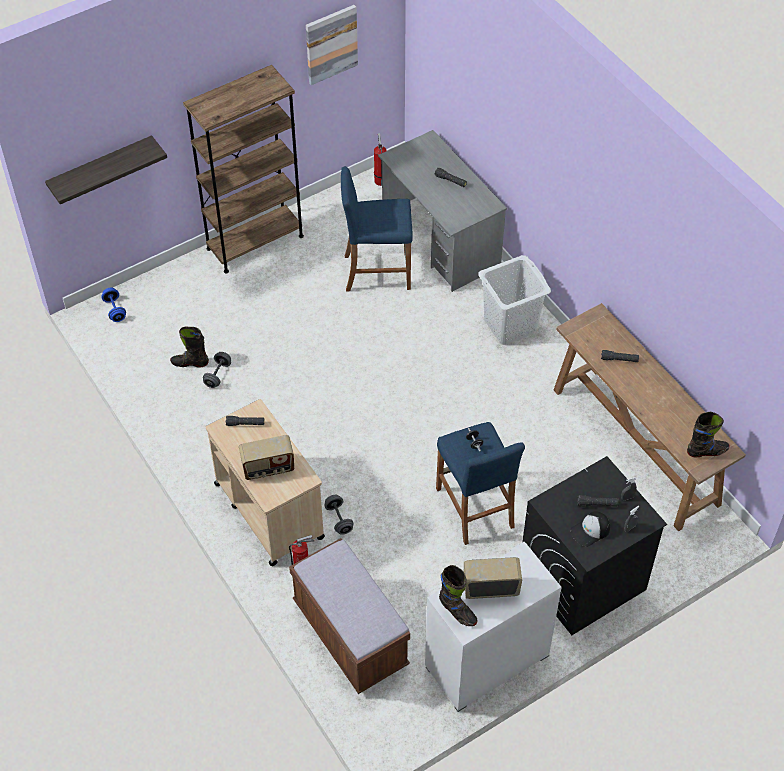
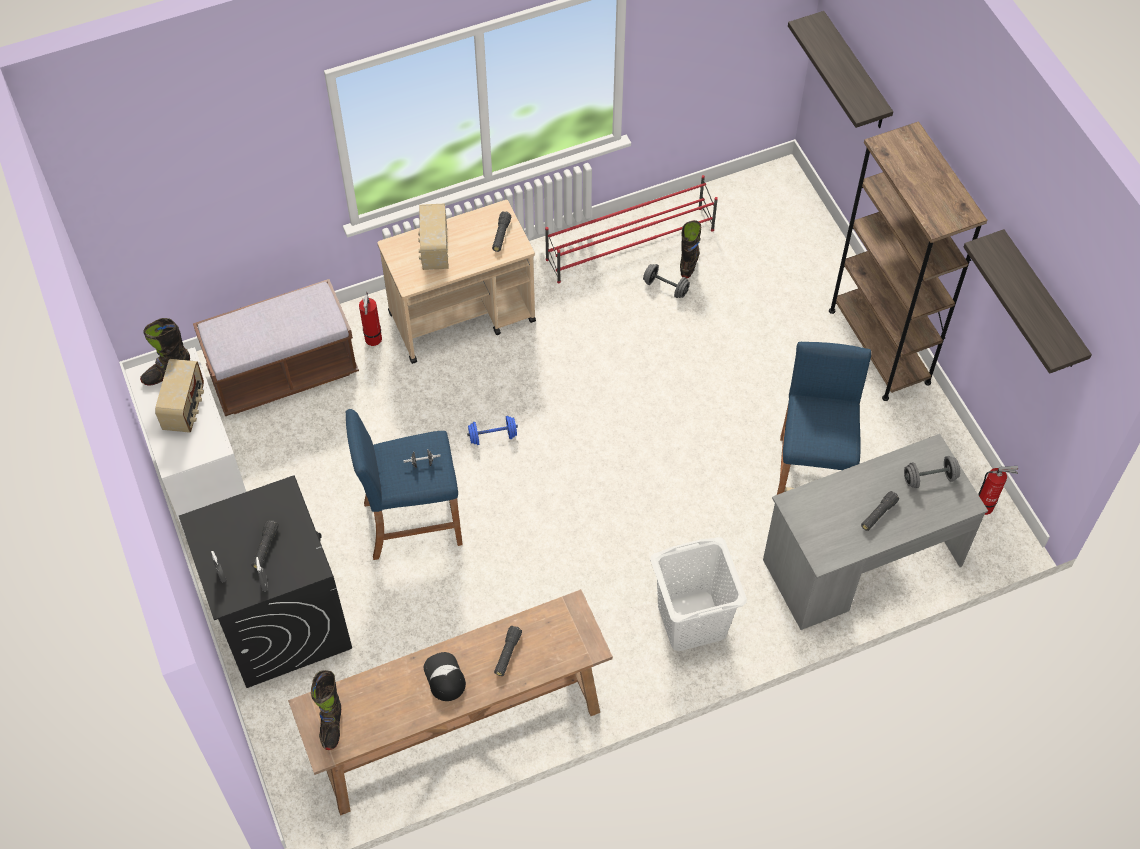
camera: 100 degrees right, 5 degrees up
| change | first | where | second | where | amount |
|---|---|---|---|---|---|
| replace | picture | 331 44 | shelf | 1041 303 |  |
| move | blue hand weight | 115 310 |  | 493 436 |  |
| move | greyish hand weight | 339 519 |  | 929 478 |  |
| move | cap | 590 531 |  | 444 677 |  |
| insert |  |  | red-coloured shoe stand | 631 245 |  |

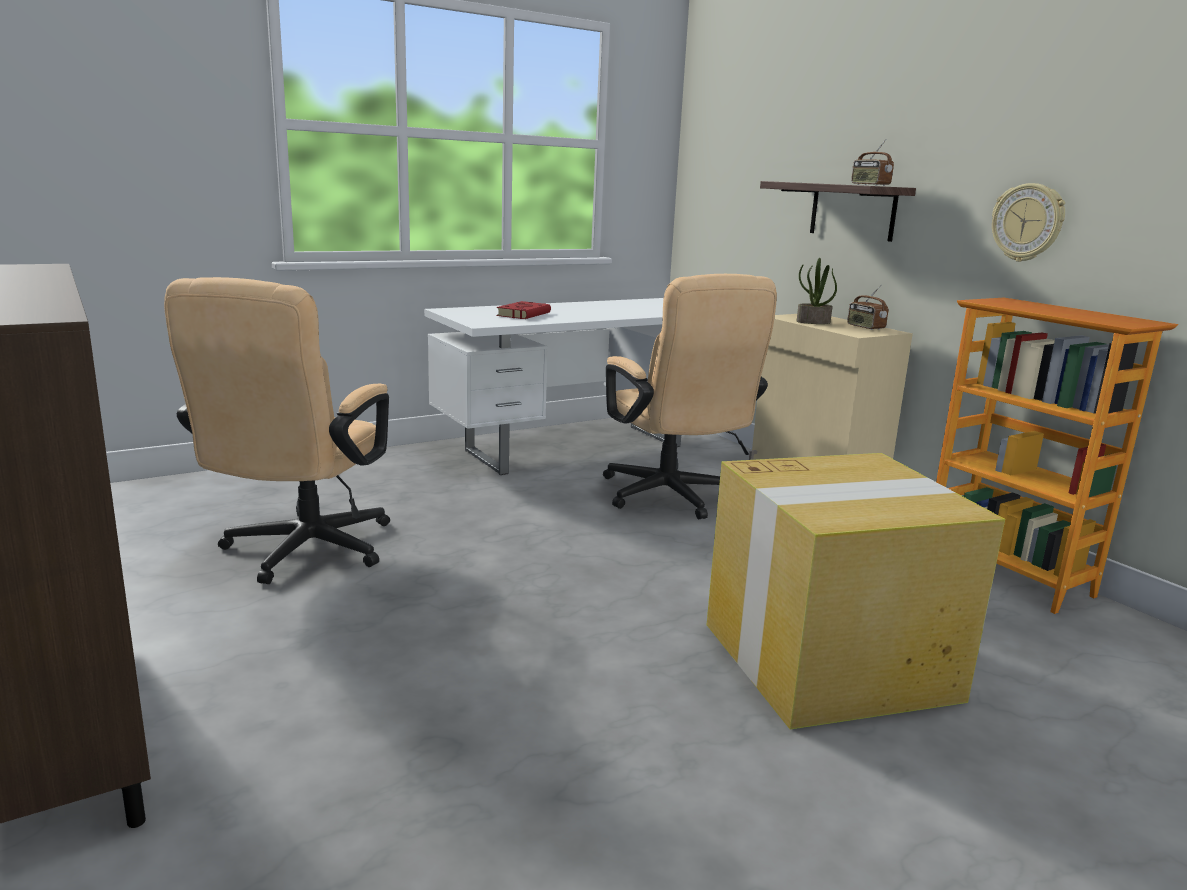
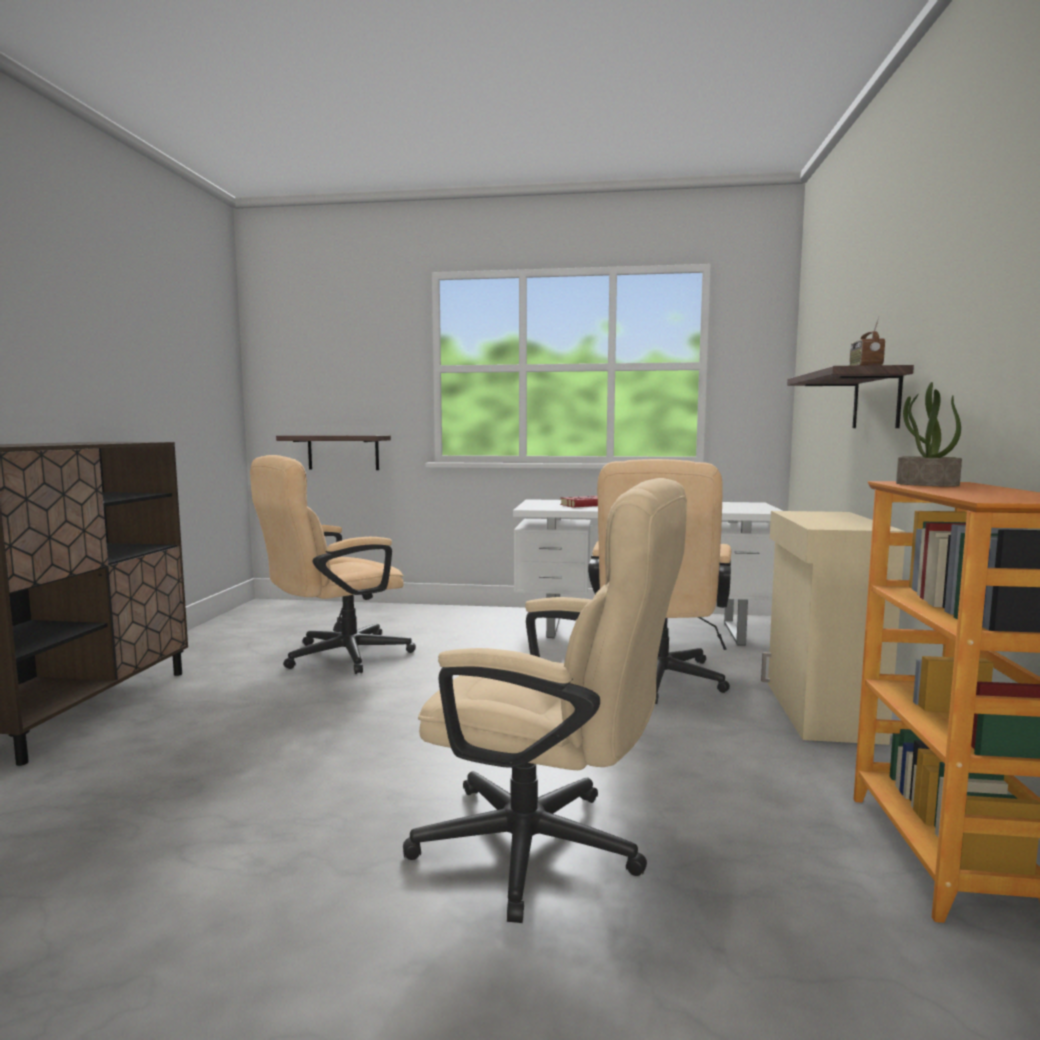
camera: 40 degrees right, 10 degrees down
| change | first | where | second | where | amount |
|---|---|---|---|---|---|
| delete | wall clock | 1027 222 |  |  |  |
| move | potted plant | 813 322 |  | 926 484 |  |
| delete | radio receiver | 865 327 |  |  |  |
| replace | cardboard box | 830 660 | sand-coloured desk chair | 548 850 |  |
| insert |  |  | shelf | 343 452 |  |

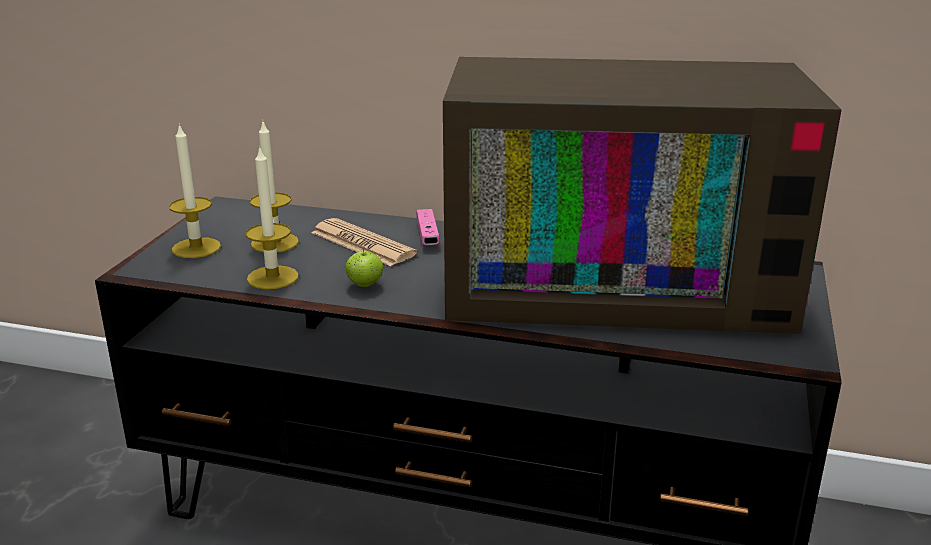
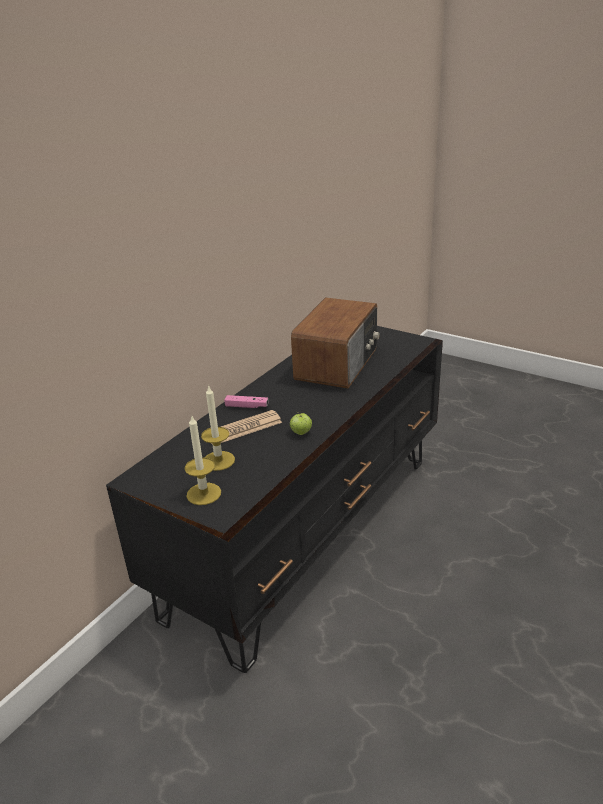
camera: 70 degrees left, 5 degrees up
| change | first | where | second | where | amount |
|---|---|---|---|---|---|
| replace | television | 618 282 | radio receiver | 338 364 |  |
| delete | candle | 272 277 |  |  |  |

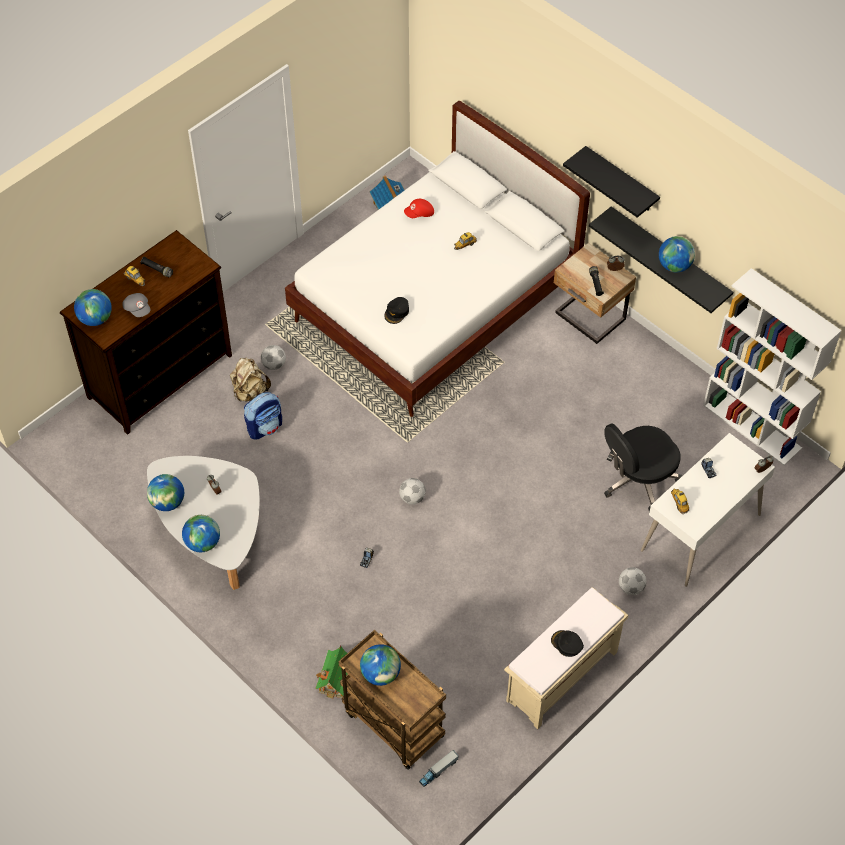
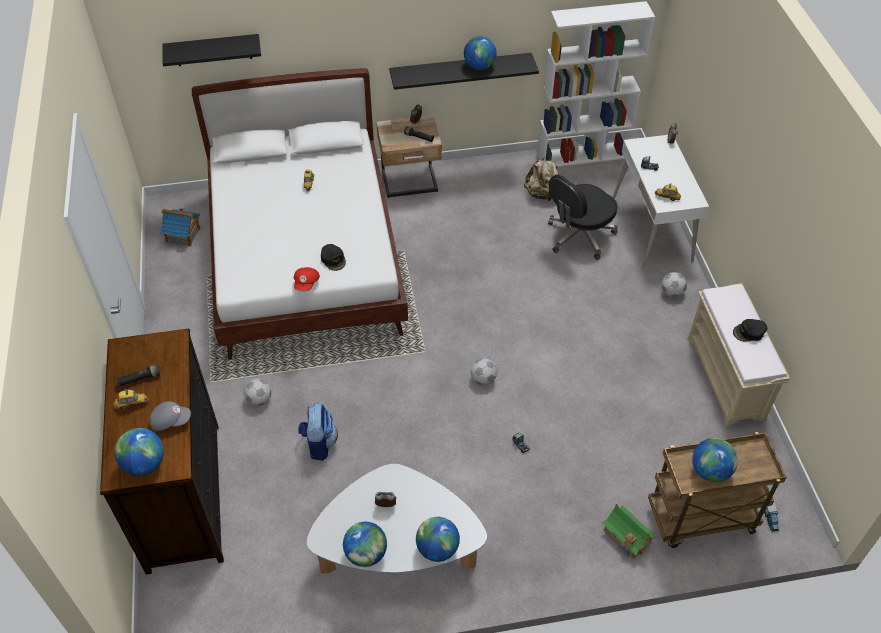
camera: 55 degrees left, 5 degrees down
| change | first | where | second | where | amount |
|---|---|---|---|---|---|
| move | blackish shelf | 621 180 |  | 213 50 |  |
| move | red-coloured cap | 419 214 |  | 307 283 |  |
| move | sand-coloured knapsack | 250 392 |  | 542 194 |  |
| rotate | blackish desk chair | 638 480 |  | 579 236 | 45 degrees clockwise |

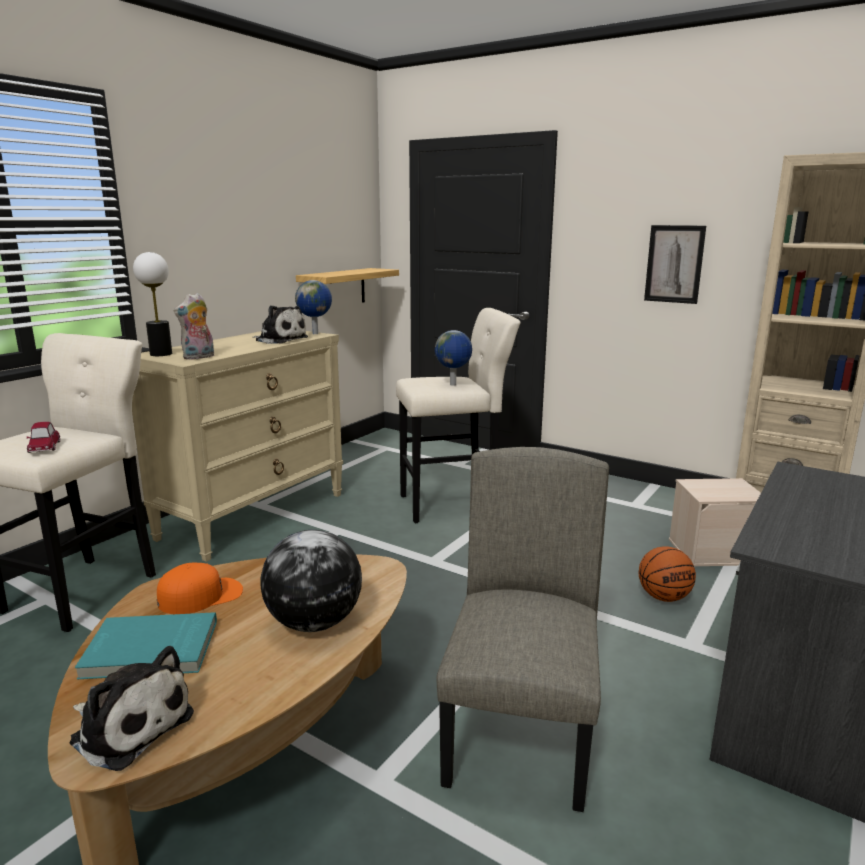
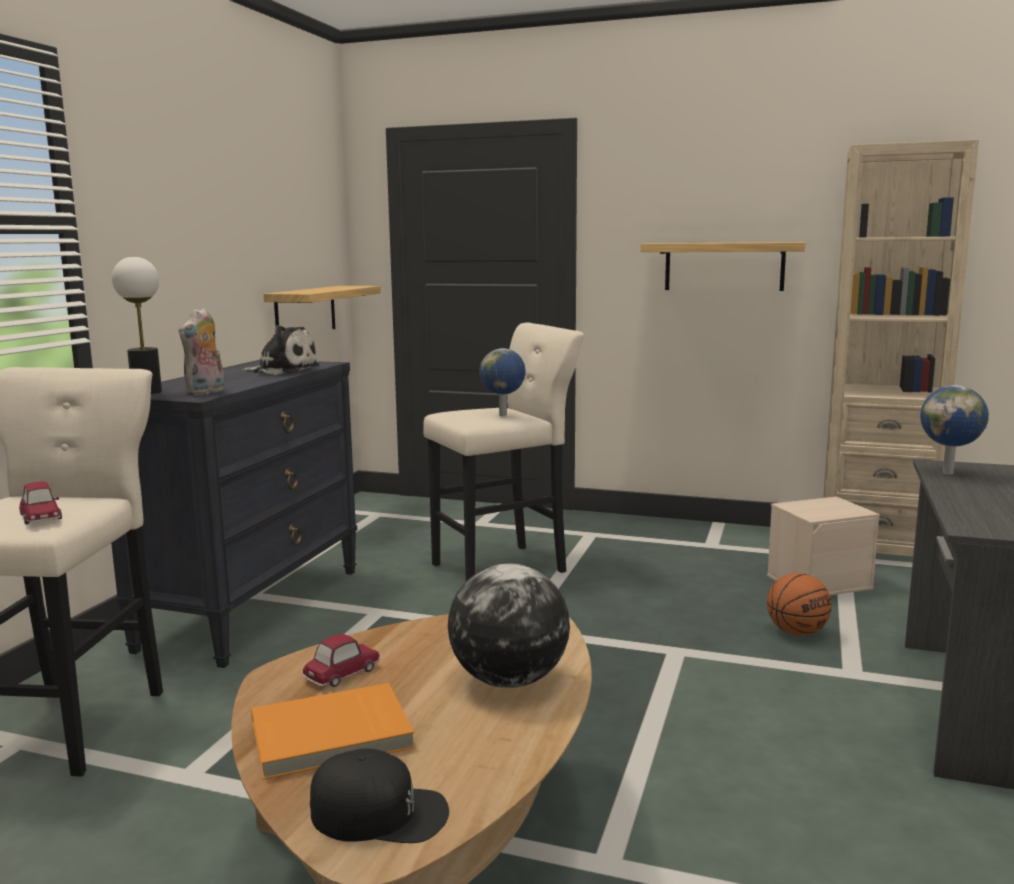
camera: 15 degrees left, 5 degrees down
| change | first | where | second | where | amount |
|---|---|---|---|---|---|
| replace | picture | 674 264 | shelf | 724 266 |  |
| move | desk globe | 316 333 |  | 949 473 |  |
| recolor | sand-coloured dresser | 254 515 | blackish dresser | 253 607 |  |
| delete | sand-coloured chair | 521 738 |  |  |  |
| replace | orange cap | 201 596 | model car | 342 673 |  |
| recolor | turquoise book | 150 650 | orange book | 331 736 |  |
| replace | plush toy | 129 726 | blackish cap | 380 812 |  |

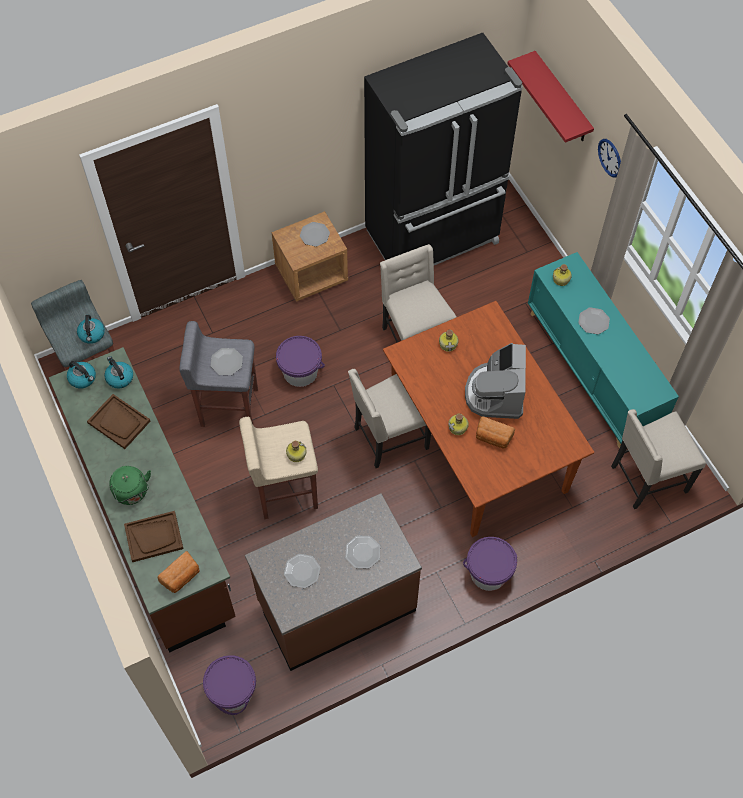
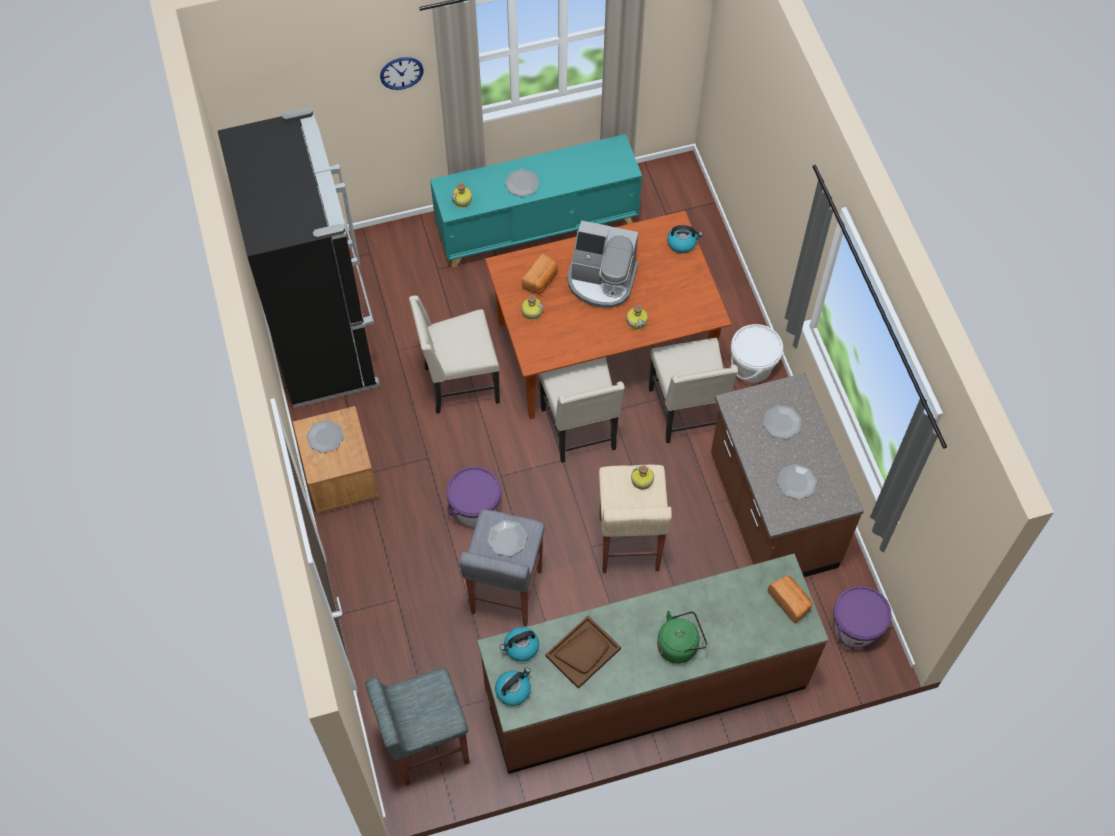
camera: 80 degrees left, 0 degrees up
| change | first | where | second | where | amount |
|---|---|---|---|---|---|
| delete | red-coloured shelf | 562 99 |  |  |  |
| move | tea kettle | 92 334 |  | 682 243 |  |
| move | sand-coloured chair | 647 479 |  | 686 412 |  |
| move | bread | 493 438 |  | 541 280 |  |
| delete | brown carrying tray | 154 537 |  |  |  |
| recolor | purple-coloured bucket | 488 573 | white-coloured bucket | 752 365 |  |

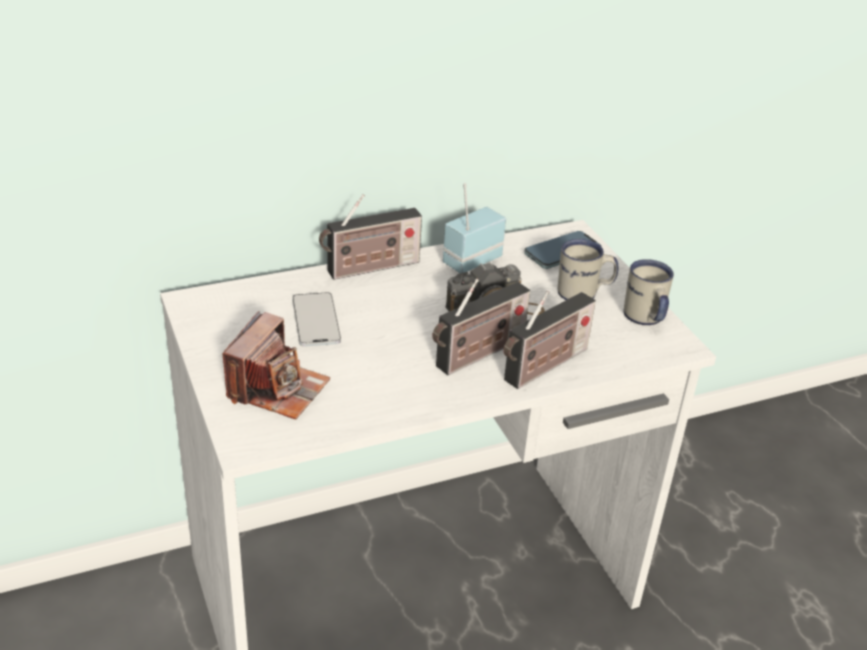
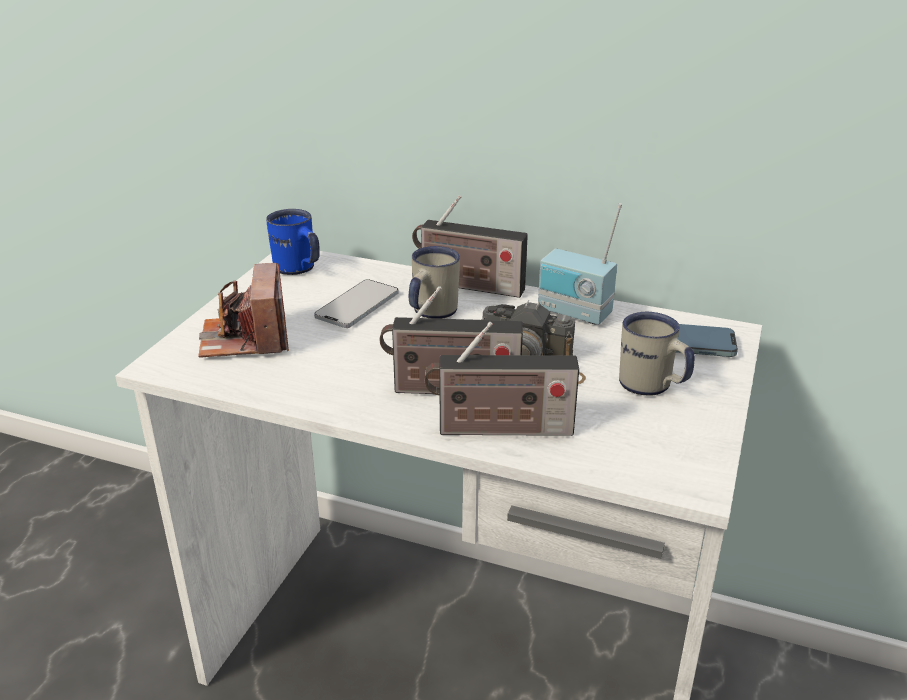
camera: 45 degrees right, 5 degrees down
| change | first | where | second | where | amount |
|---|---|---|---|---|---|
| rotate | radio receiver | 470 260 |  | 573 314 | 150 degrees counterclockwise |
| move | white-coloured coffee mug | 645 319 |  | 430 313 |  |
| rotate | still camera | 277 389 |  | 246 339 | 105 degrees clockwise |
| insert |  |  | blue coffee mug | 298 270 |  |

